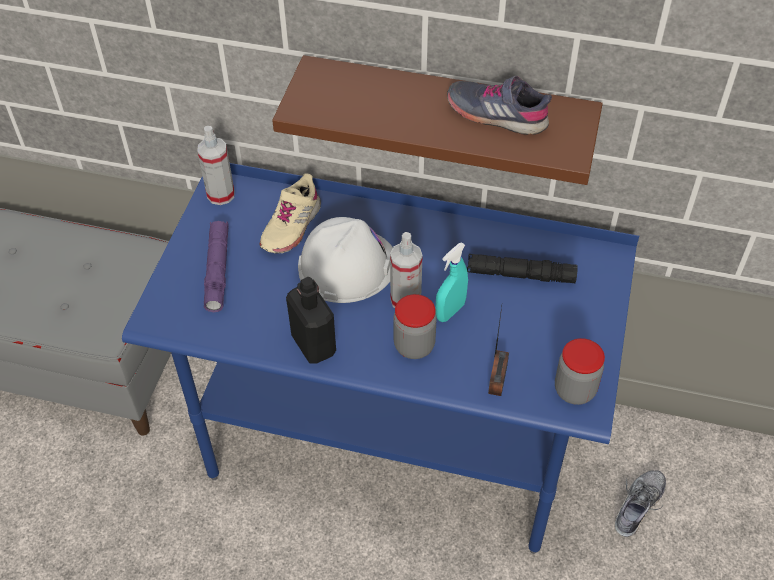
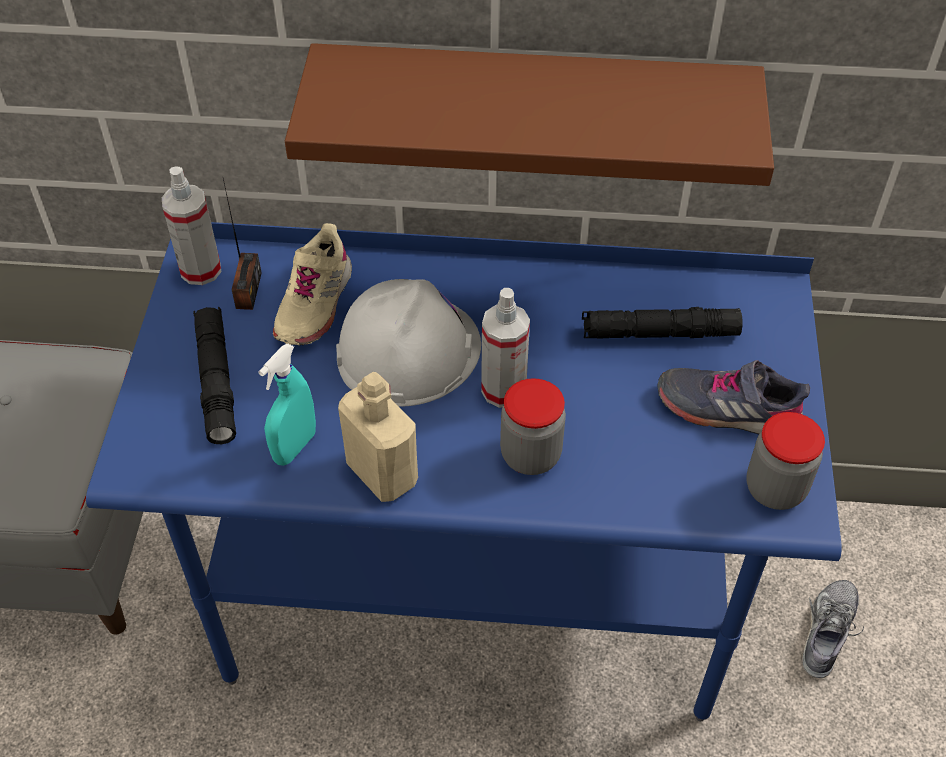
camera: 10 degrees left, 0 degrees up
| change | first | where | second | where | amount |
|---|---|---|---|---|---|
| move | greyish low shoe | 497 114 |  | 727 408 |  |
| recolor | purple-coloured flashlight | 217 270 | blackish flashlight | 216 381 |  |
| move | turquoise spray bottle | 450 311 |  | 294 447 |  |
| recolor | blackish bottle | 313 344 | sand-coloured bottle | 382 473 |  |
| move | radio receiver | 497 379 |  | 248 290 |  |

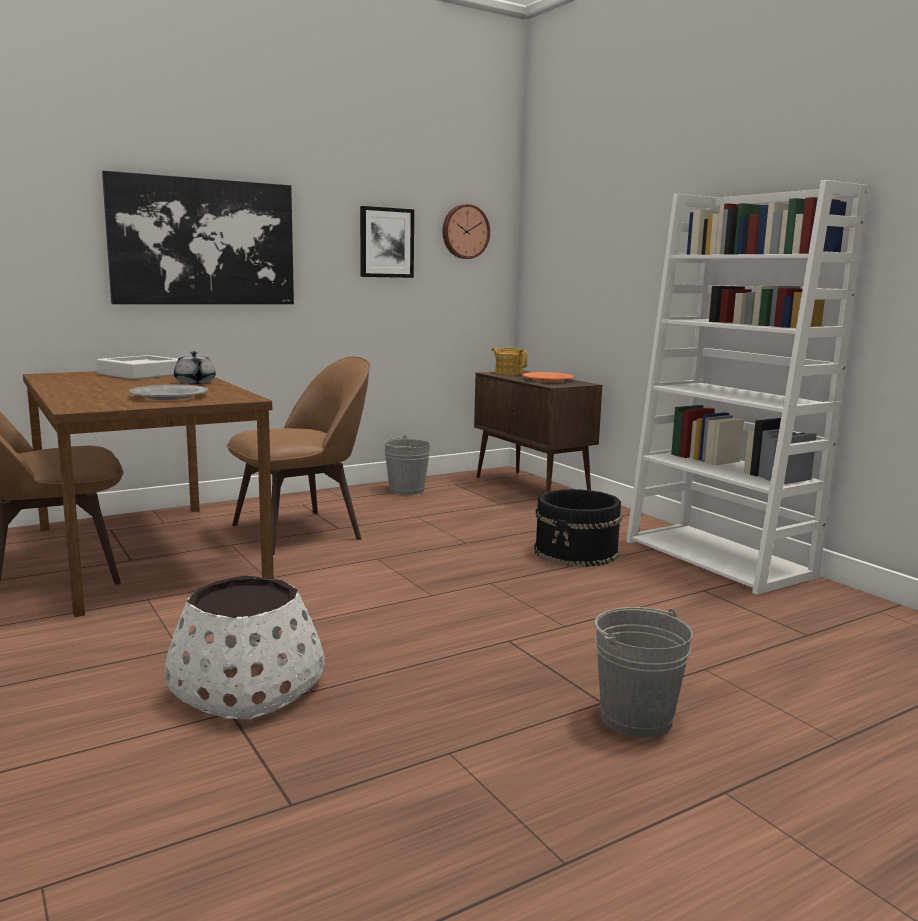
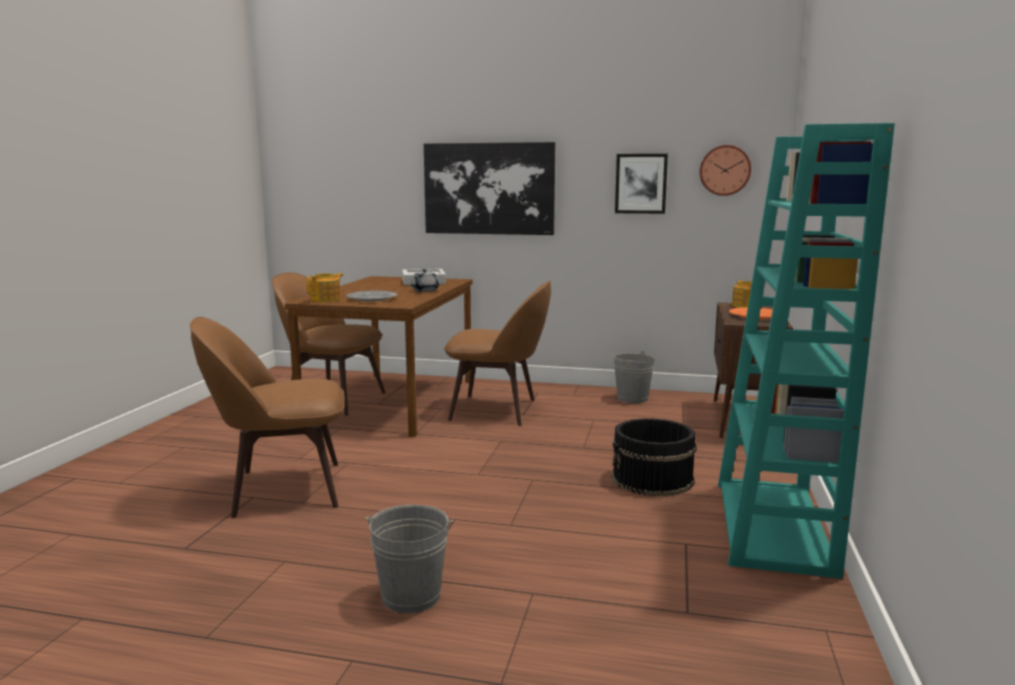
camera: 45 degrees right, 0 degrees up
| change | first | where | second | where | amount |
|---|---|---|---|---|---|
| recolor | white-coloured bookshelf | 720 559 | turquoise bookshelf | 774 526 |  |
| replace | white-coloured planter | 247 688 | brown chair | 281 489 |  |
| insert |  |  | pot for tea | 326 300 |  |

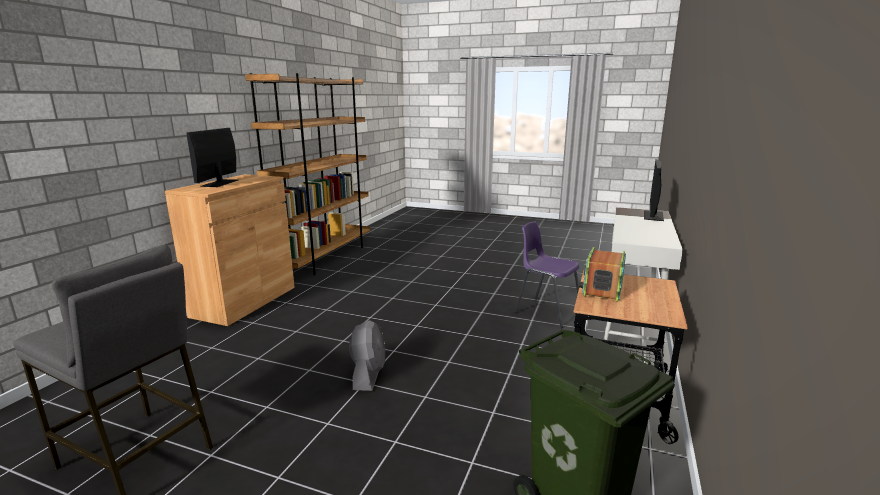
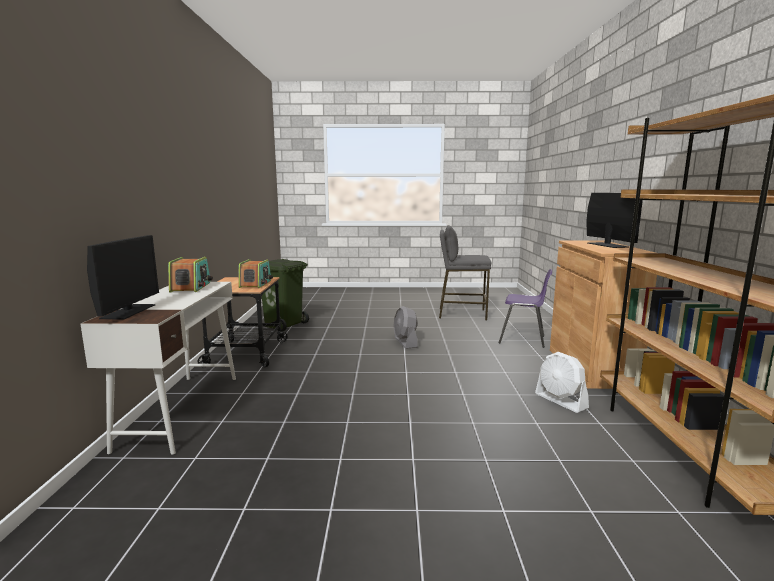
camera: 160 degrees right, 5 degrees down
| change | first | where | second | where | amount |
|---|---|---|---|---|---|
| move | purple-coloured chair | 546 311 |  | 523 339 |  |
| insert |  |  | radio receiver | 191 287 |  |
| insert |  |  | white-coloured cooling fan | 561 401 |  |

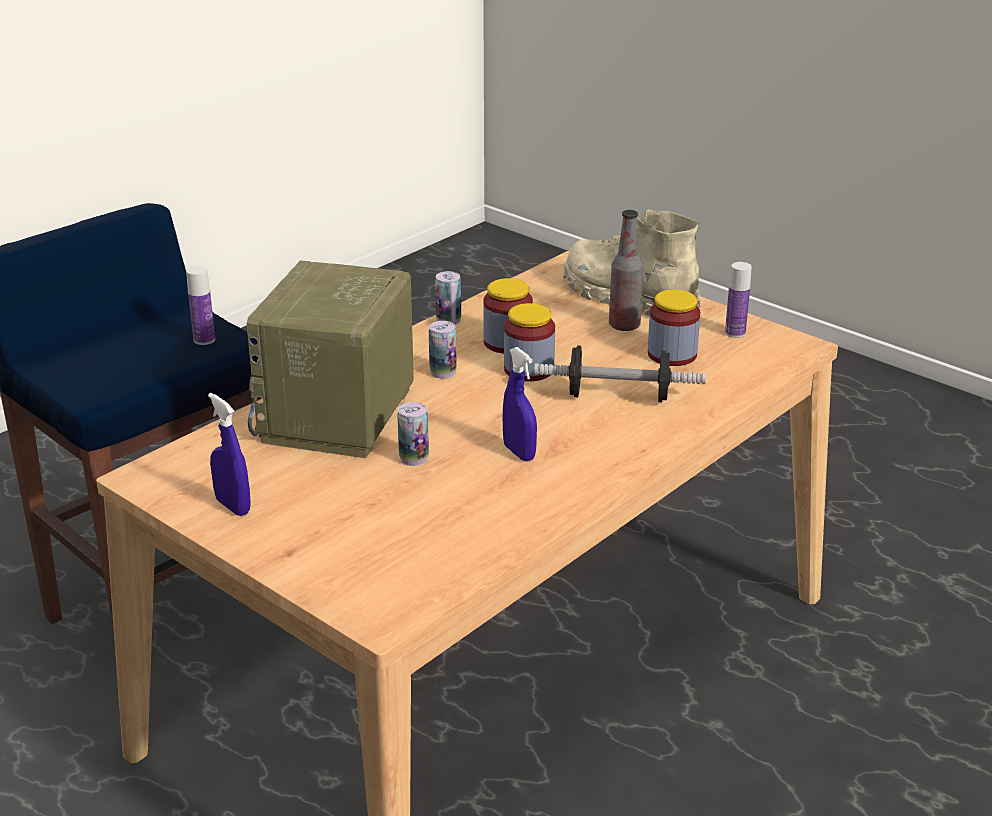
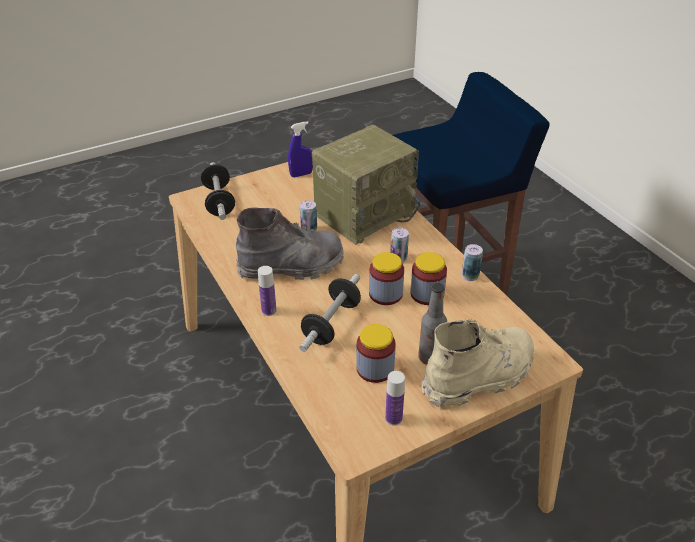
camera: 110 degrees right, 10 degrees up
| change | first | where | second | where | amount |
|---|---|---|---|---|---|
| rotate | radio receiver | 338 418 |  | 365 214 | 105 degrees clockwise |
| move | bottle | 204 340 |  | 269 311 |  |
| replace | blue spray bottle | 519 453 | greyish high-top boot | 291 266 |  |
| insert |  |  | hand weight | 219 201 |  |

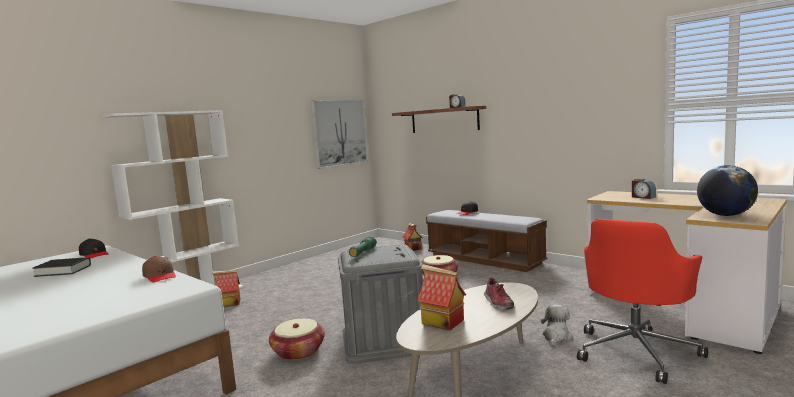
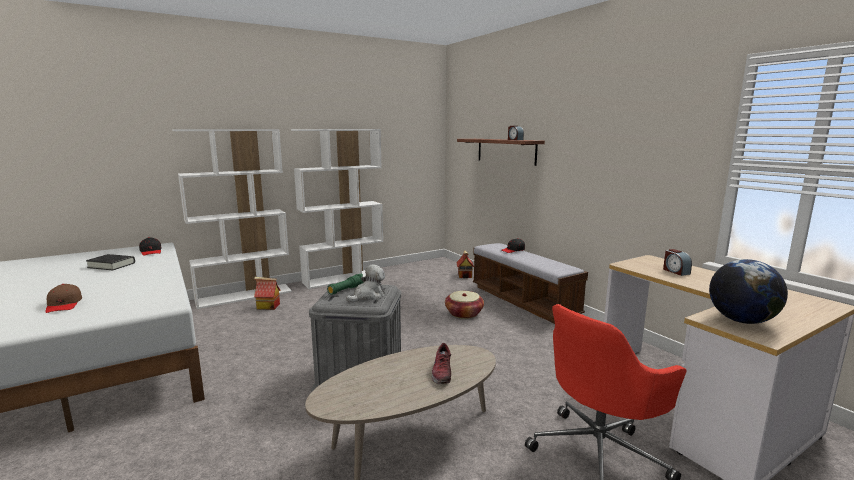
camera: 15 degrees right, 5 degrees up
| change | first | where | second | where | amount |
|---|---|---|---|---|---|
| delete | picture | 340 133 |  |  |  |
| move | brown cap | 160 276 |  | 64 305 |  |
| delete | miniature house | 441 322 |  |  |  |
| move | plush toy | 556 337 |  | 368 296 |  |
| delete | storage basket | 298 352 |  |  |  |
| insert |  |  | white-coloured bookshelf | 344 278 |  |

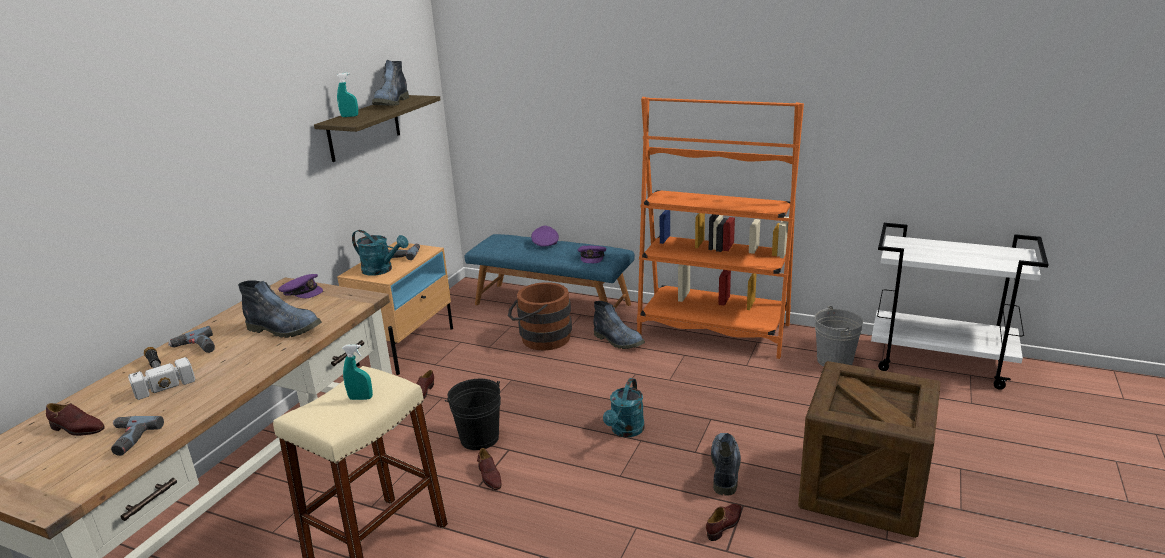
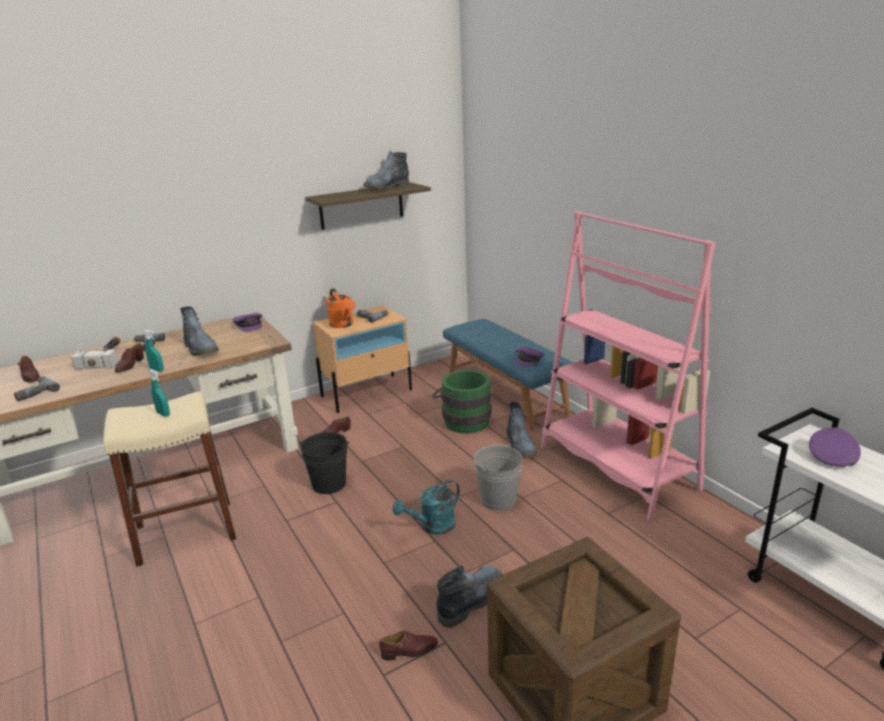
camera: 35 degrees right, 0 degrees up
| change | first | where | second | where | amount |
|---|---|---|---|---|---|
| move | turquoise spray bottle | 349 116 |  | 157 370 |  |
| recolor | orange bookshelf | 713 330 | pink bookshelf | 617 467 |  |
| move | purple-coloured cap | 545 243 |  | 831 457 |  |
| recolor | turquoise sprinkling can | 382 270 | orange sprinkling can | 343 325 |  |
| recolor | brown bucket | 540 338 | greenish bucket | 462 420 |  |
| move | greyish bucket | 834 361 |  | 498 499 |  |
| move | brown low shoe | 489 477 |  | 130 365 |  |

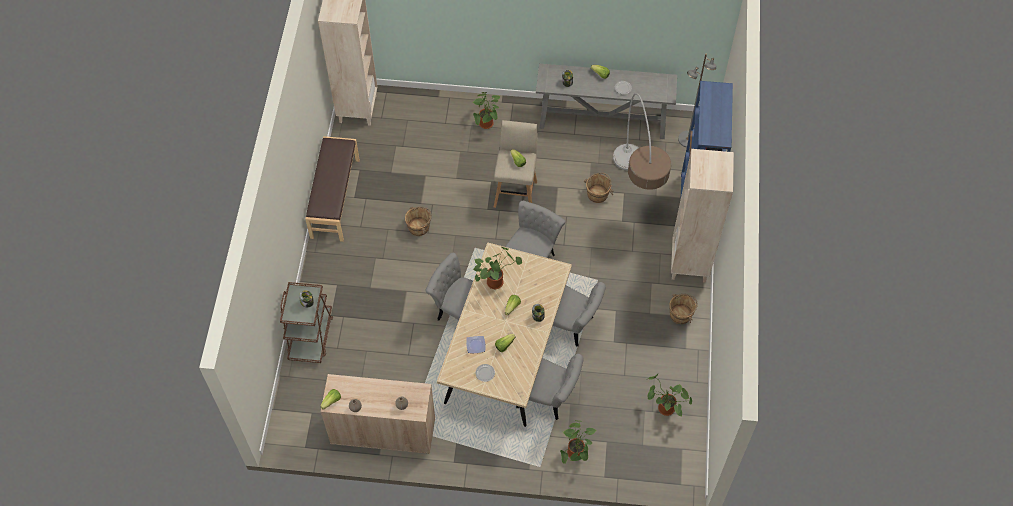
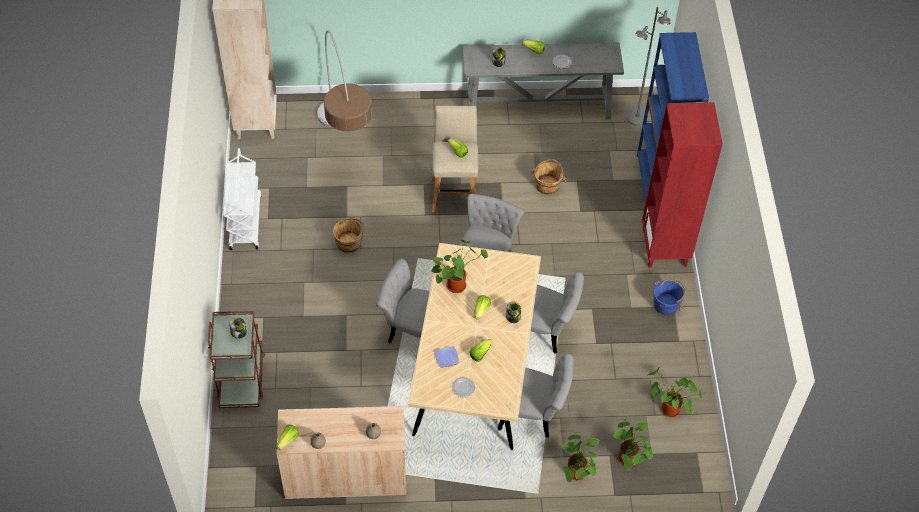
camera: 10 degrees left, 5 degrees down
| change | first | where | second | where | amount |
|---|---|---|---|---|---|
| move | potted plant | 487 125 |  | 629 460 |  |
| move | standing lamp | 635 193 |  | 345 150 |  |
| replace | brown indoor bench | 334 198 | white-coloured wheeled cart | 245 222 |  |
| recolor | sand-coloured bookshelf | 689 263 | red-coloured bookshelf | 665 248 |  |
| recolor | brown bucket | 681 314 | blue bucket | 666 304 |  |

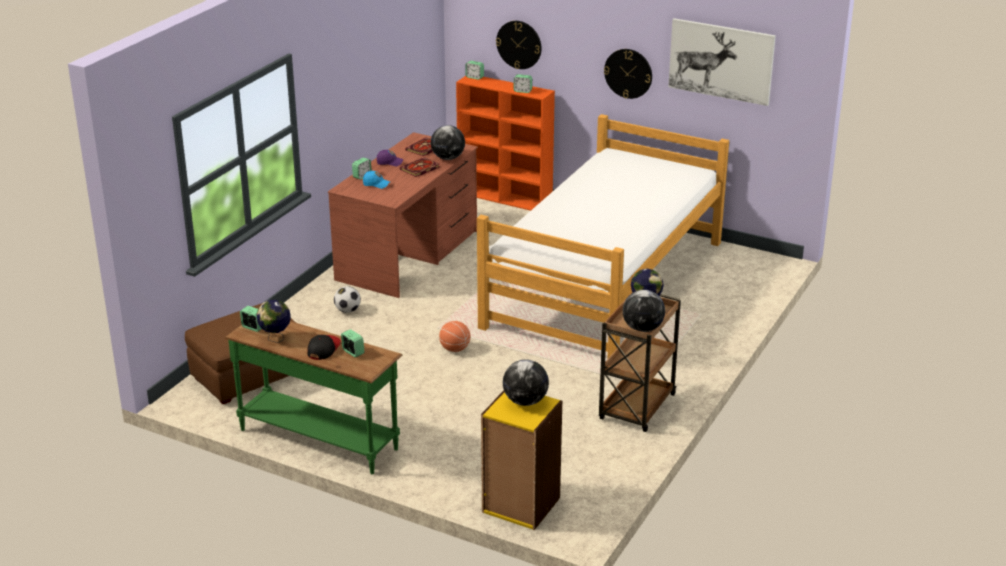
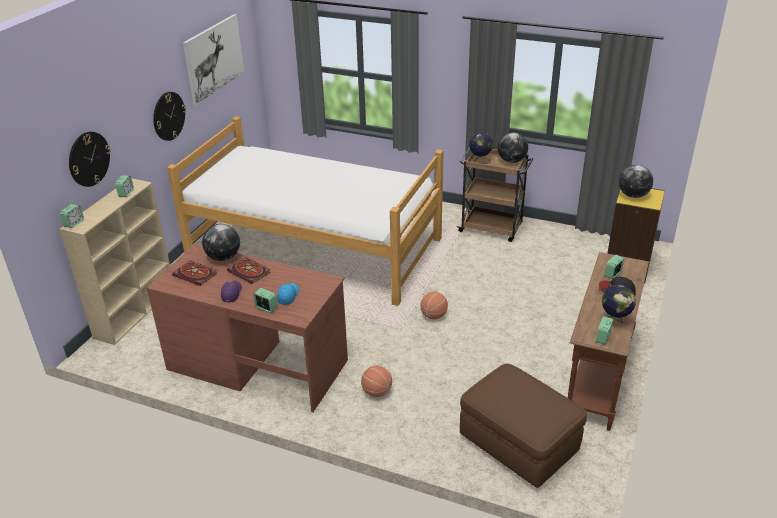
camera: 95 degrees left, 5 degrees up
| change | first | where | second | where | amount |
|---|---|---|---|---|---|
| recolor | orange bookshelf | 505 198 | sand-coloured bookshelf | 136 311 |  |
| replace | ball for football | 347 310 | ball for basketball | 376 392 |  |
| recolor | greenish console table | 319 438 | brown console table | 598 376 |  |

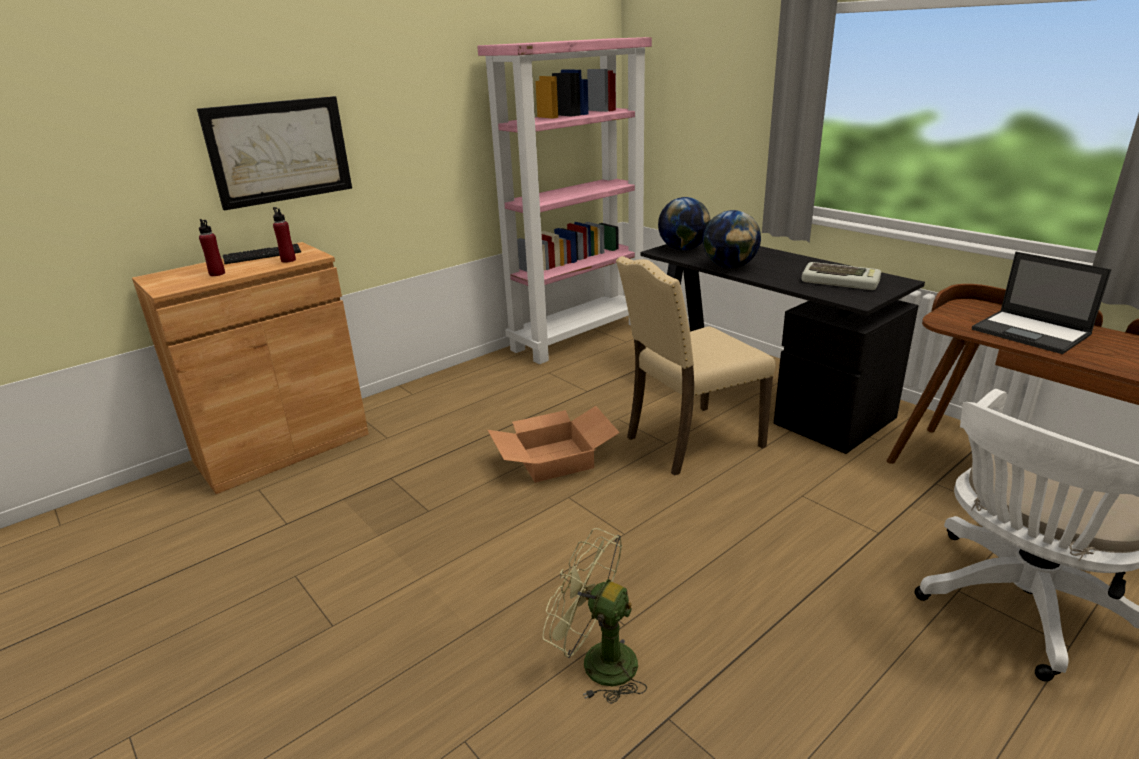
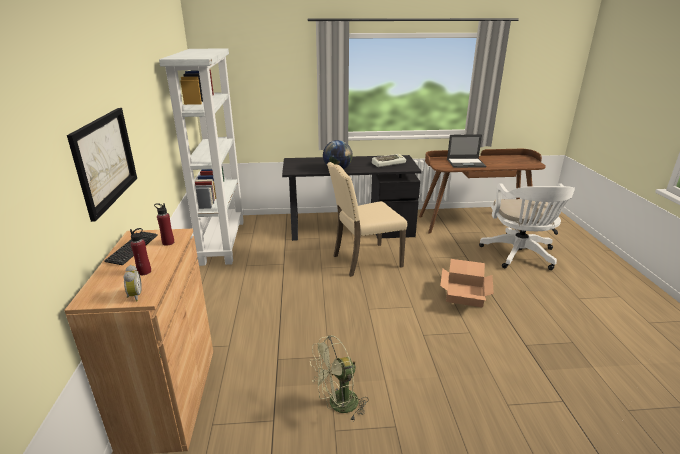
camera: 55 degrees left, 0 degrees up
| change | first | where | second | where | amount |
|---|---|---|---|---|---|
| recolor | pink bookshelf | 578 336 | white-coloured bookshelf | 222 241 |  |
| delete | desk globe | 683 249 |  |  |  |
| rotate | sand-coloured chair | 690 441 |  | 365 260 | 60 degrees clockwise |
| move | cardboard box | 555 459 |  | 463 293 |  |
| move | greenish cooling fan | 597 662 |  | 338 405 |  |
| insert |  |  | alarm clock | 134 296 |  |

